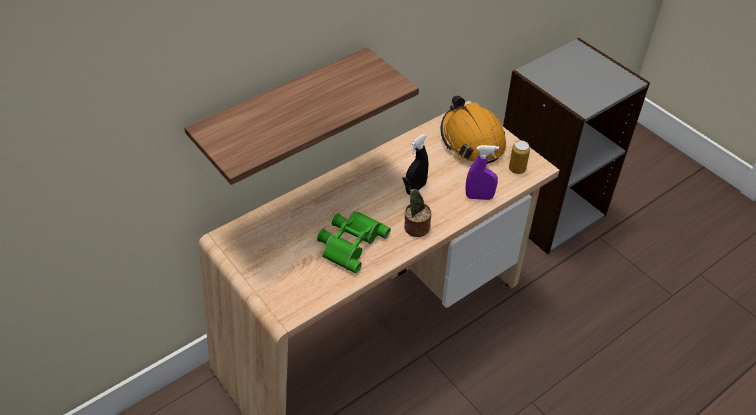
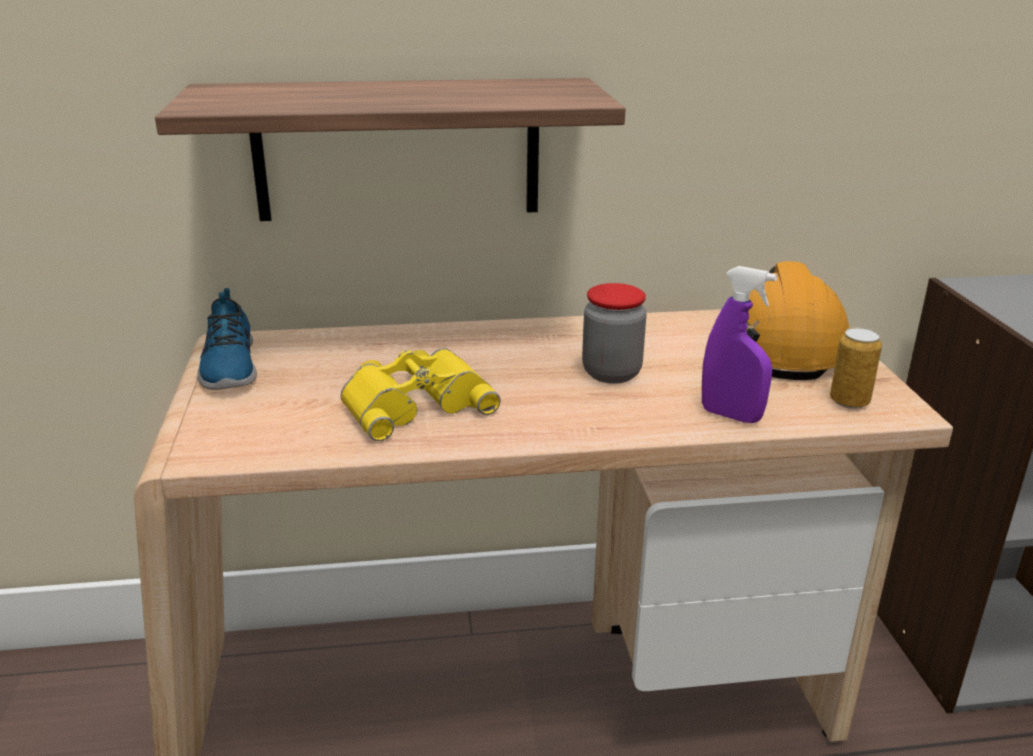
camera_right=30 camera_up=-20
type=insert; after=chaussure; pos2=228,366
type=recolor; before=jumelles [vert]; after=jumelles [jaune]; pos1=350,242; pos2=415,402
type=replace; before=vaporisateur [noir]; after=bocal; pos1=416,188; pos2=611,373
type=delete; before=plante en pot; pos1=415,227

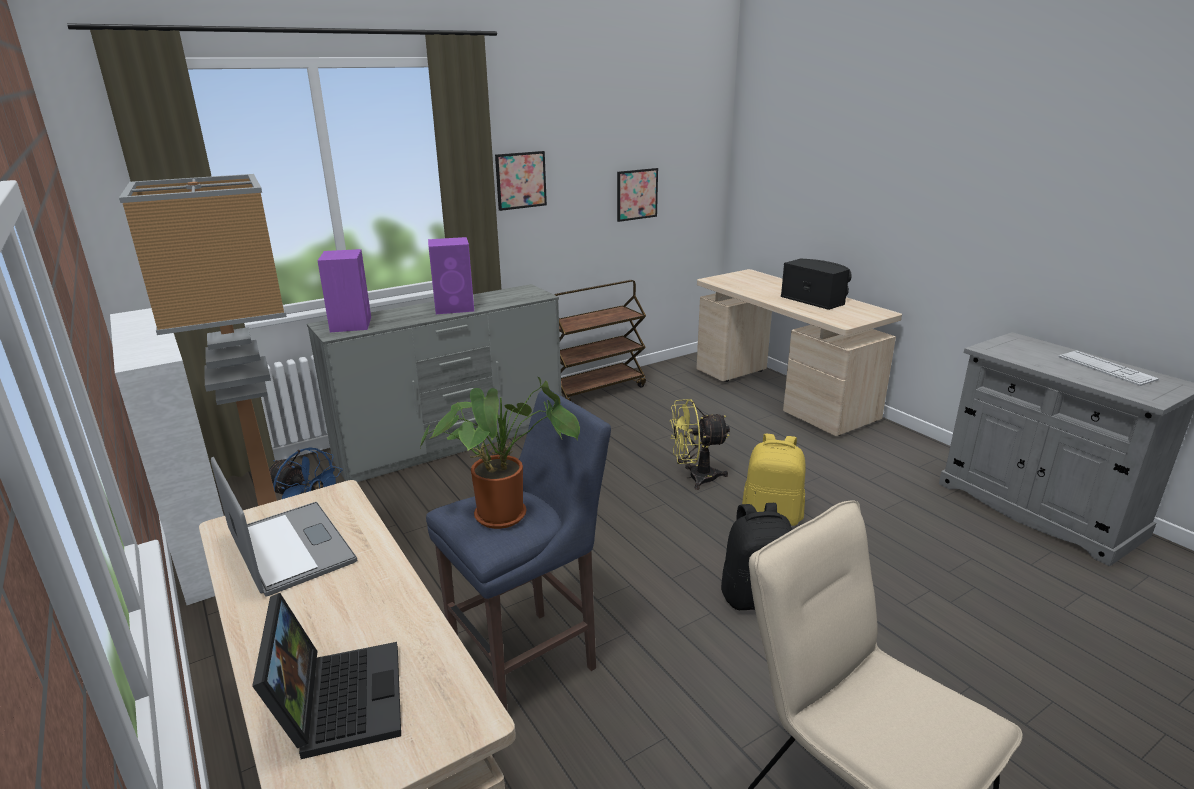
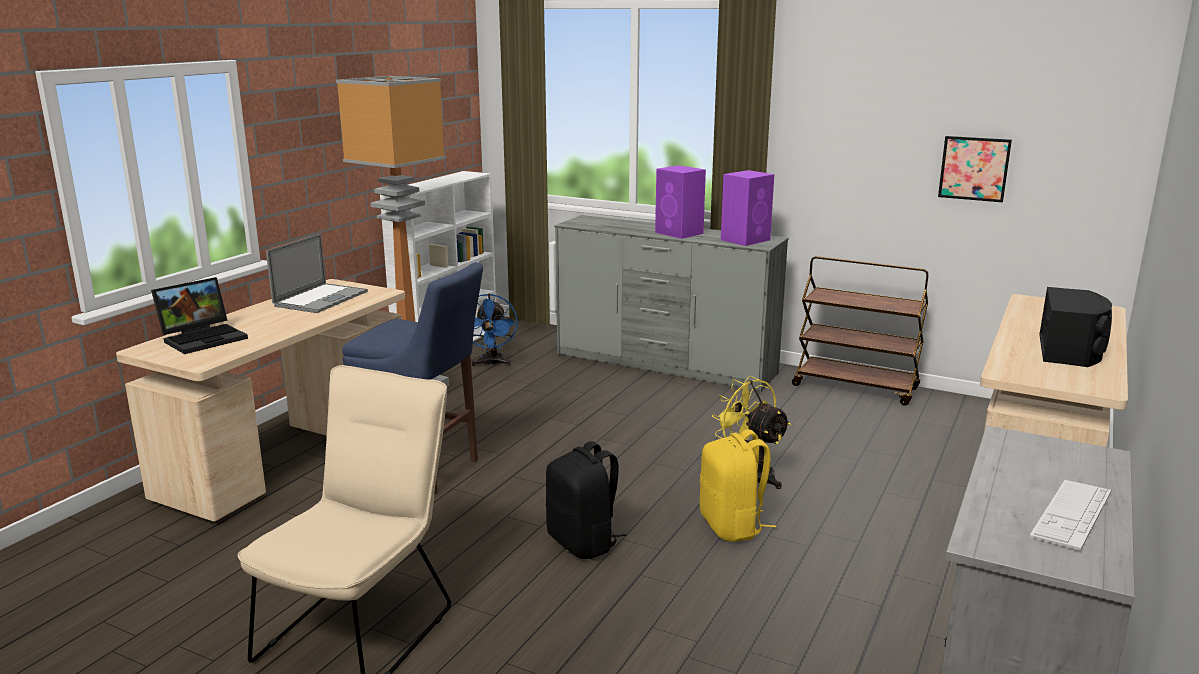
camera_right=60 camera_up=-5
type=move; before=enceinte [violet]; pos1=351,324; pos2=746,240
type=delete; before=plante en pot; pos1=506,514
type=delete; before=tableau; pos1=521,180

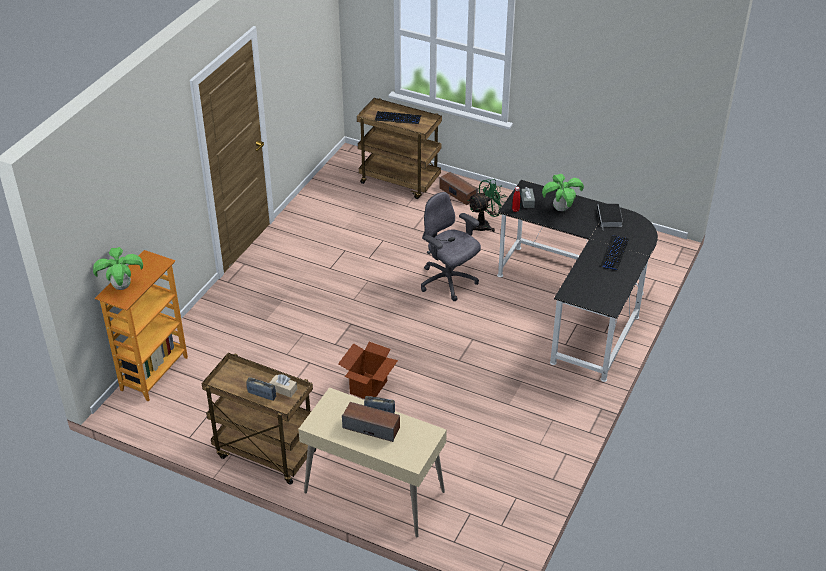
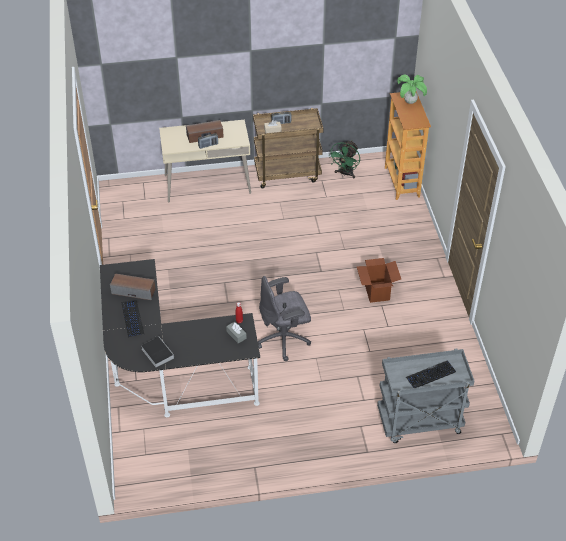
camera_right=145 camera_up=5
type=move; before=enceinte; pos1=457,194; pos2=133,291
type=rotate; before=chaise de bureau [gris]; pos1=448,282; pos2=284,339; turn=150
type=move; before=ventilateur [vert]; pos1=485,225; pos2=345,174
type=move; before=carton; pos1=368,387; pos2=377,292
type=recolor; before=chariot [marron]; after=chariot [gris]; pos1=400,181; pos2=419,423
type=delete; before=plante en pot; pos1=560,209

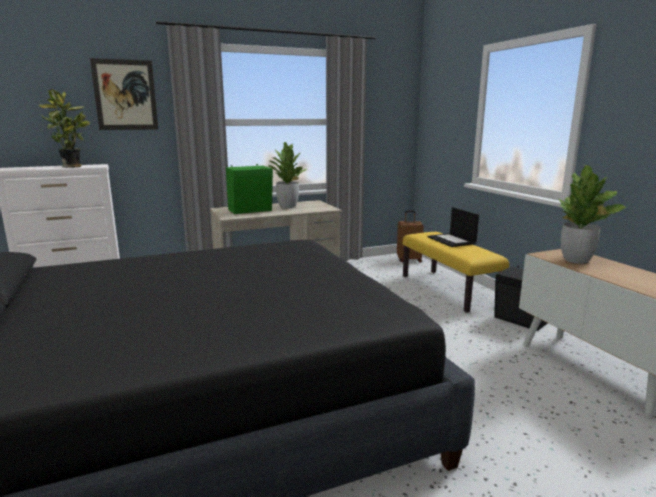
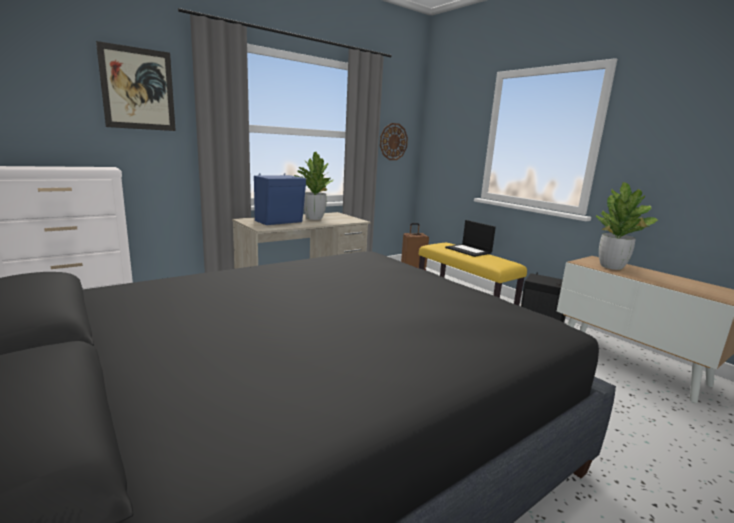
camera_right=-15 camera_up=0
type=recolor; before=enceinte [vert]; after=enceinte [bleu]; pos1=251,210; pos2=280,221
type=insert; after=horloge murale; pos2=393,141
type=delete; before=plante en pot; pos1=73,166

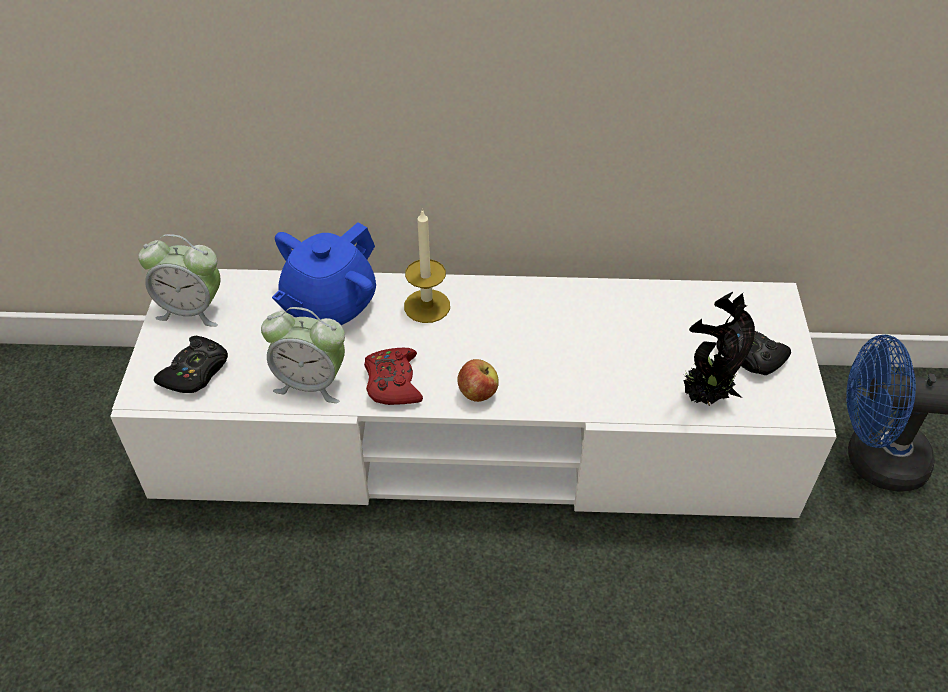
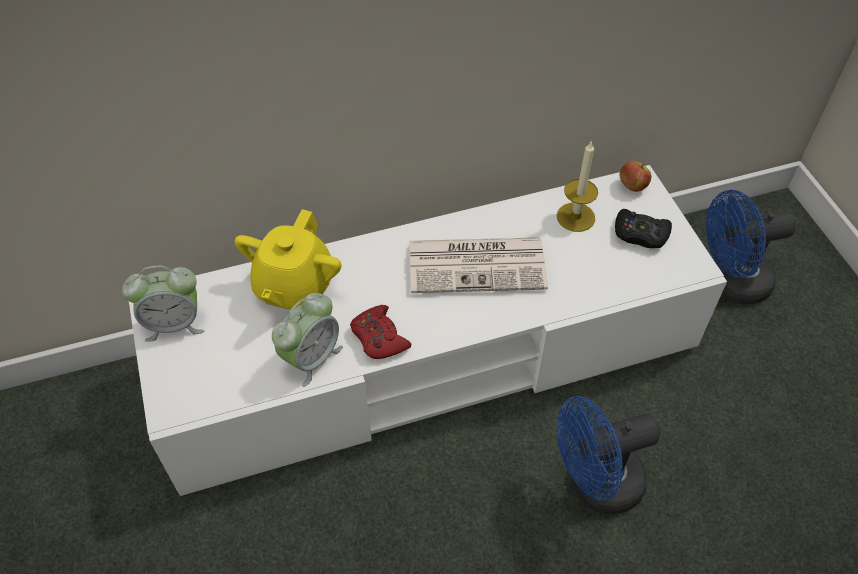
camera_right=-20 camera_up=5
type=recolor; before=théière [bleu]; after=théière [jaune]; pos1=329,307; pos2=294,287
type=rotate; before=réveil; pos1=311,383; pos2=311,358; turn=-45
type=insert; after=journal; pos2=478,264
type=move; before=bougie; pos1=427,306; pos2=575,217
type=insert; after=ventilateur [bleu]; pos2=595,485
type=move; before=pomme; pos1=477,393; pos2=632,186
type=delete; before=manette [noir]; pos1=196,372
type=delete; before=plante en pot; pos1=704,397

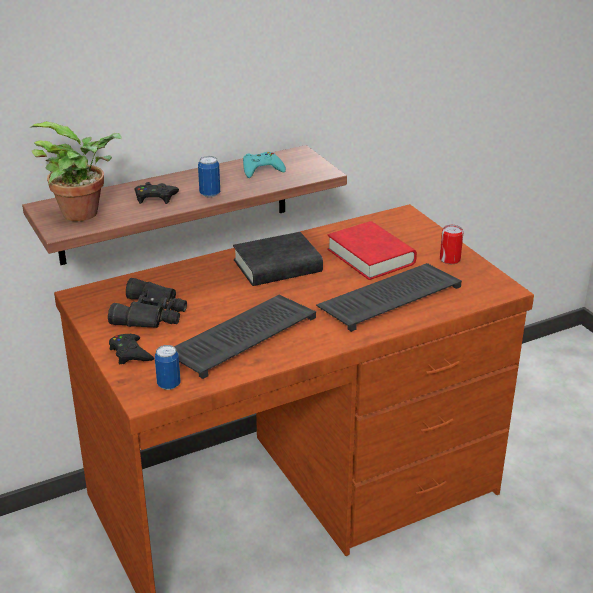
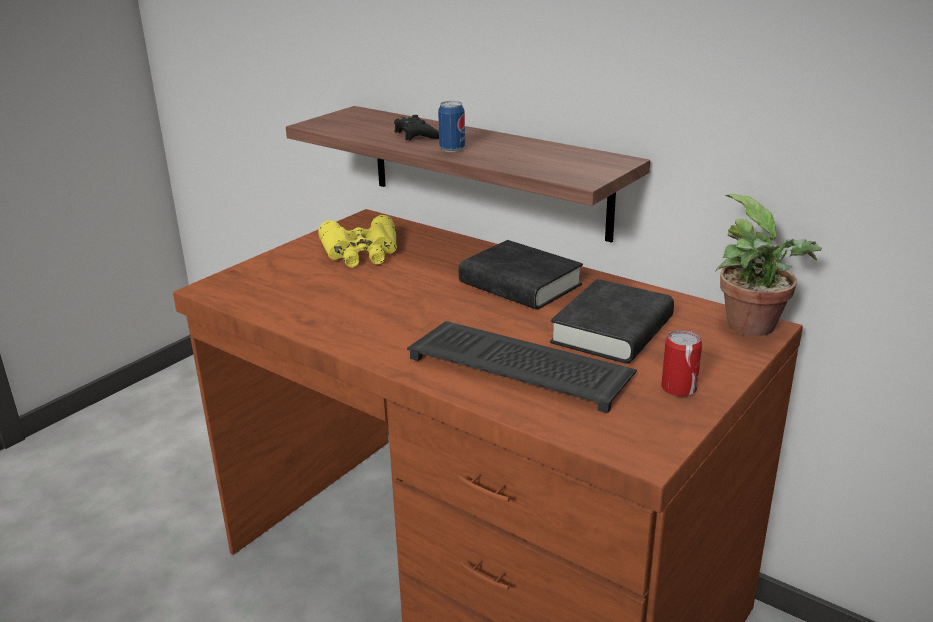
camera_right=65 camera_up=-5
type=recolor; before=jumelles [noir]; after=jumelles [jaune]; pos1=152,313; pos2=361,252
type=recolor; before=livre [rouge]; after=livre [noir]; pos1=371,256; pos2=612,331
type=move; before=plante en pot; pos1=85,213; pos2=756,328
type=delete; before=manette [noir]; pos1=130,353
type=delete; before=boîte métallique; pos1=169,384
type=delete; before=clavier; pos1=242,335
type=delete; before=manette [turquoise]; pos1=261,169

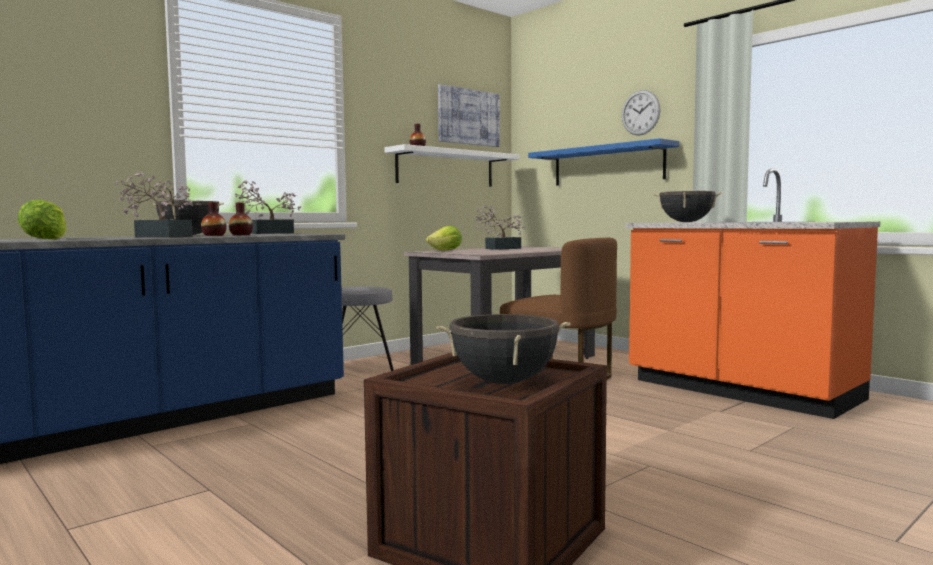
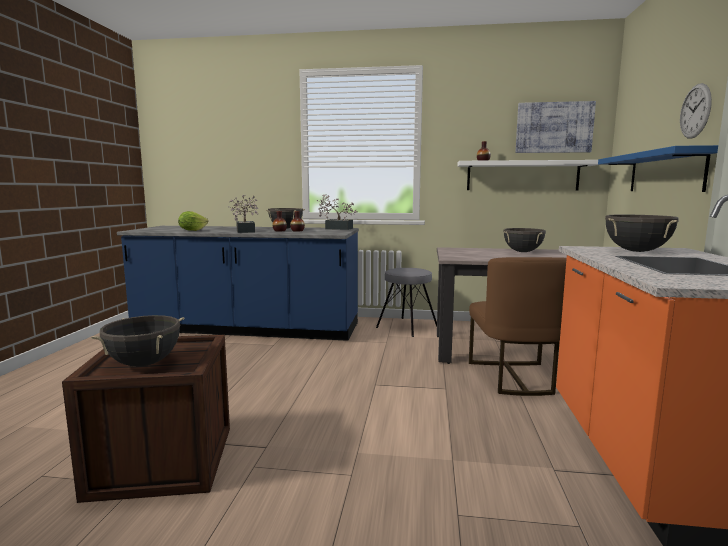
camera_right=50 camera_up=5
type=replace; before=plante en pot; after=marmite [noir]; pos1=499,248; pos2=523,252
type=delete; before=laitue; pos1=446,250

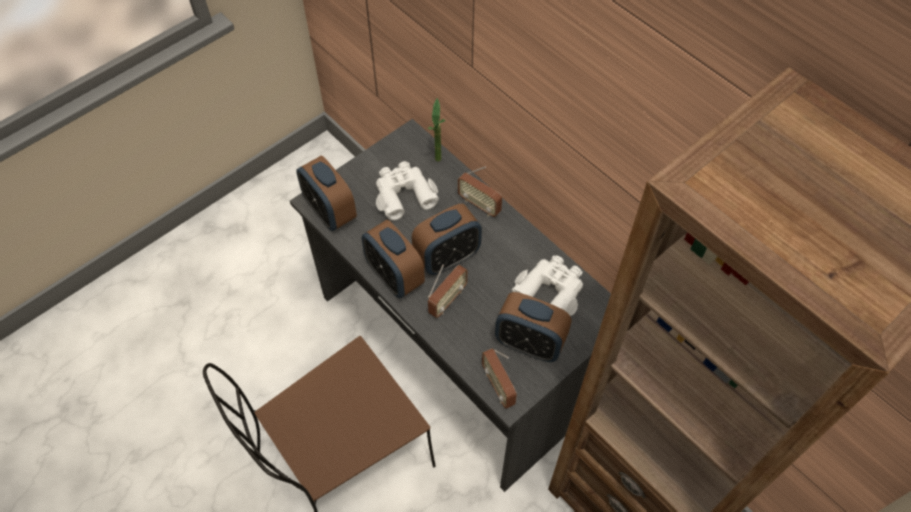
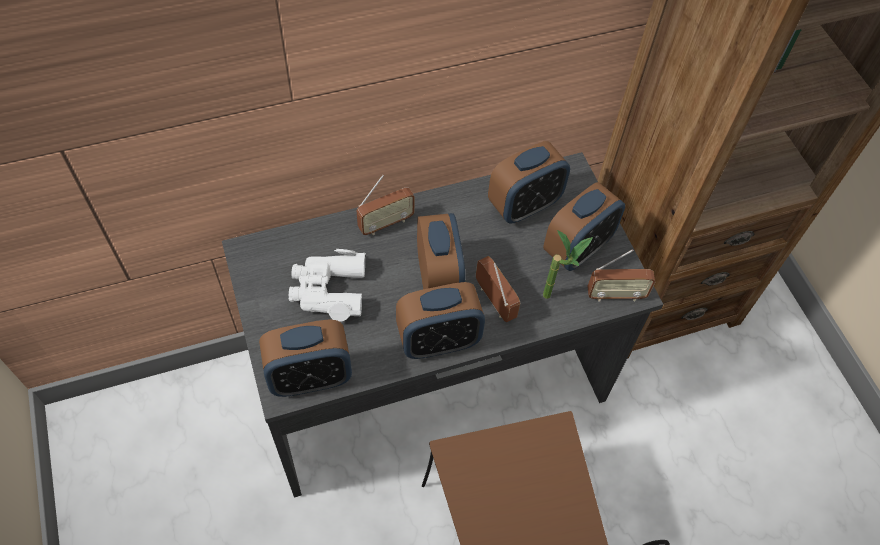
camera_right=-70 camera_up=0
type=replace; before=jumelles [blanc]; after=réveil; pos1=550,290; pos2=524,205
type=move; before=plante en pot; pos1=439,164; pos2=555,297

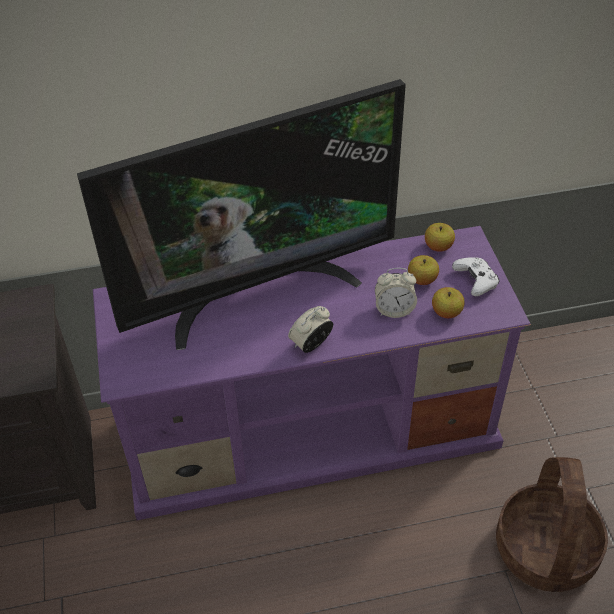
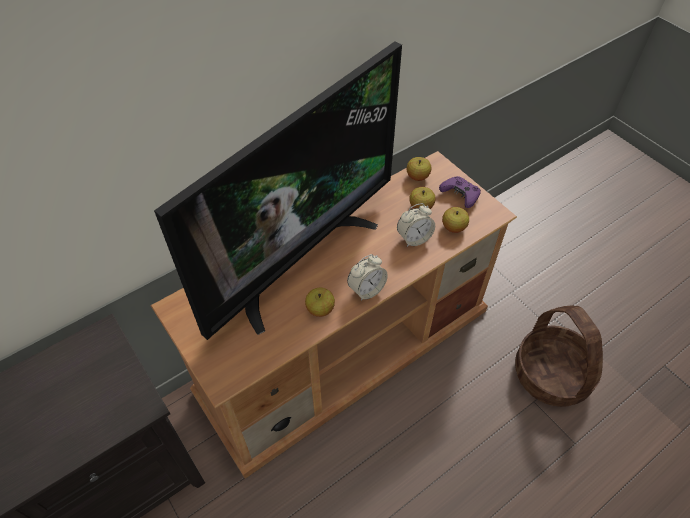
camera_right=-25 camera_up=5
type=recolor; before=meuble télé [violet]; after=meuble télé [marron]; pos1=312,428; pos2=346,347
type=insert; after=pomme; pos2=320,309
type=rotate; before=réveil; pos1=311,344; pos2=366,289; turn=-150
type=recolor; before=manette [blanc]; after=manette [violet]; pos1=475,281; pos2=460,195

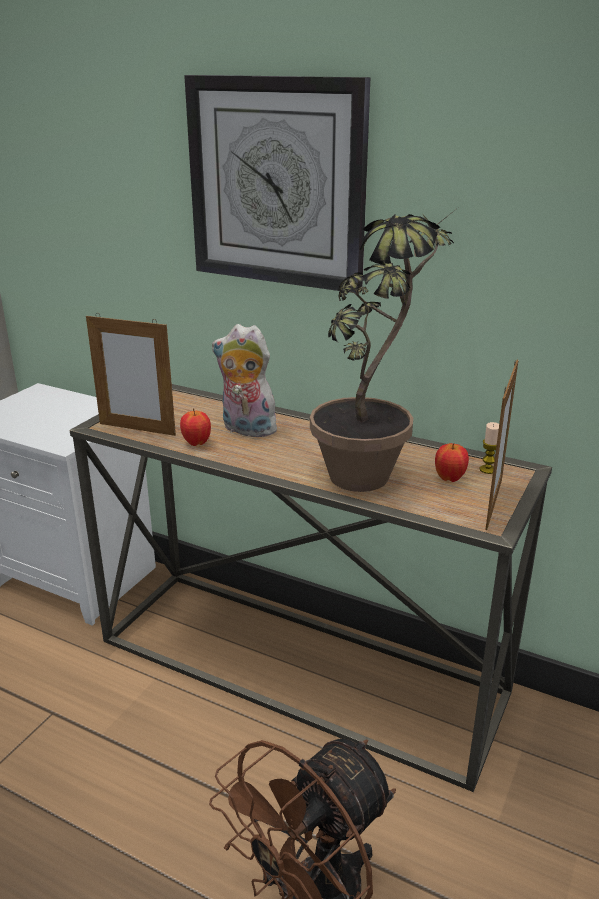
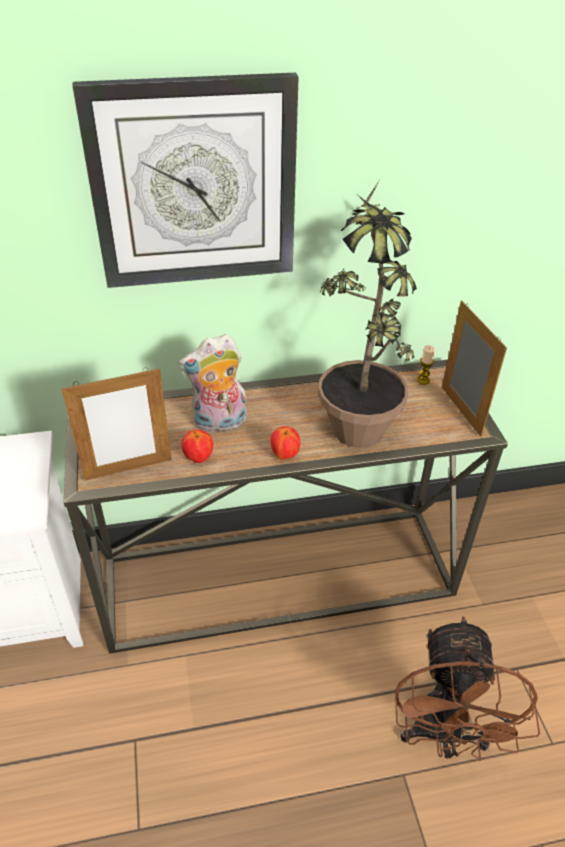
camera_right=-40 camera_up=15
type=move; before=pomme; pos1=449,478; pos2=284,455

